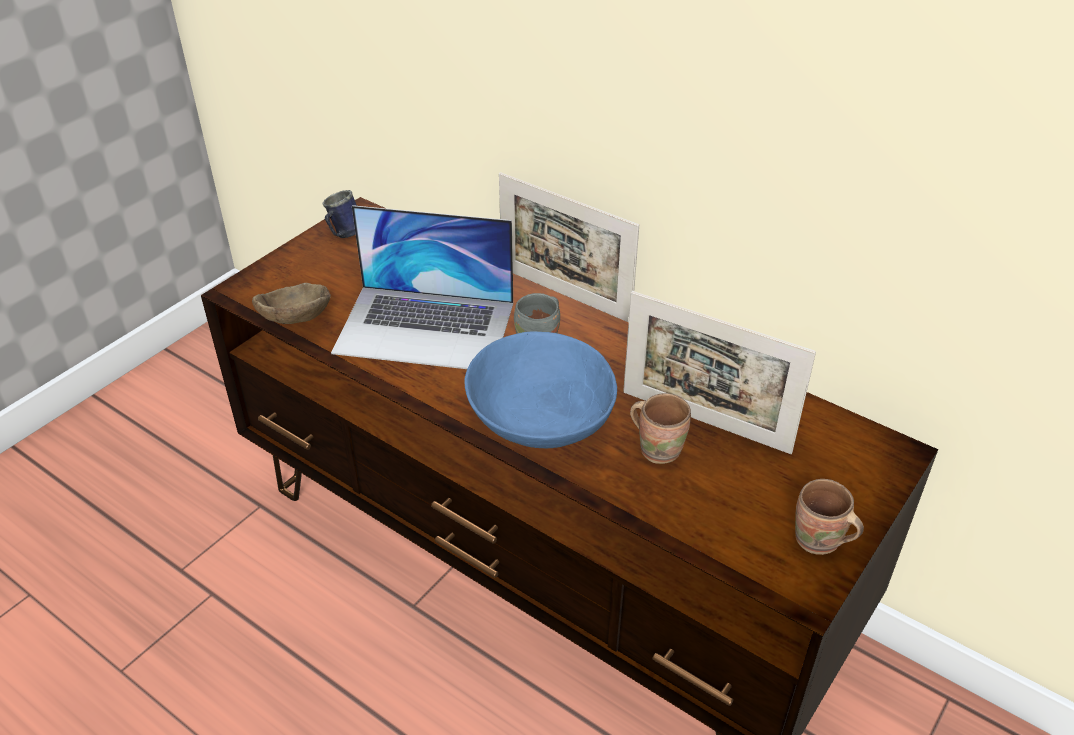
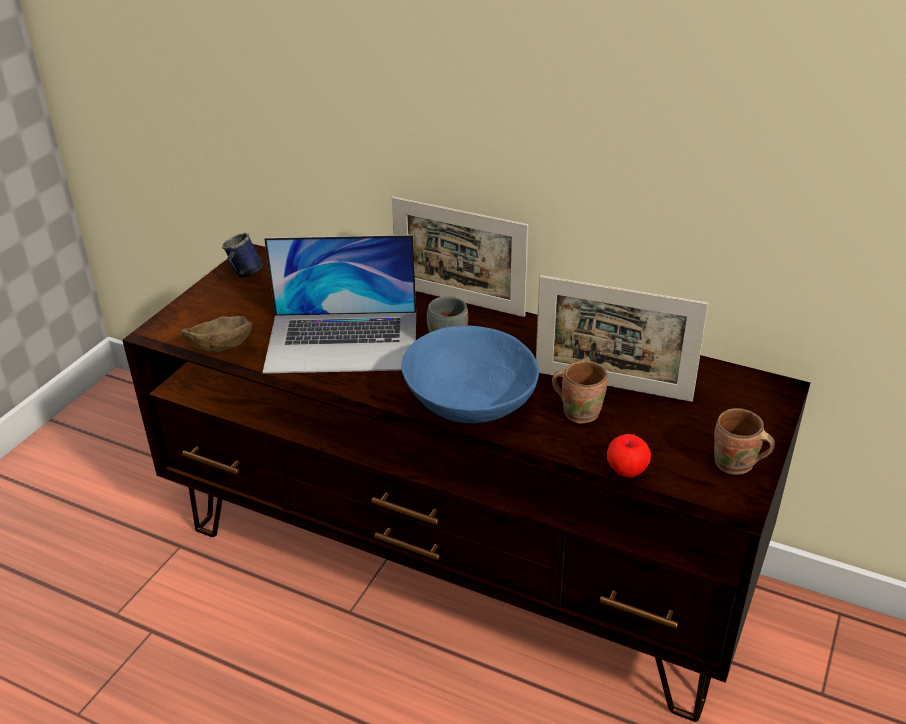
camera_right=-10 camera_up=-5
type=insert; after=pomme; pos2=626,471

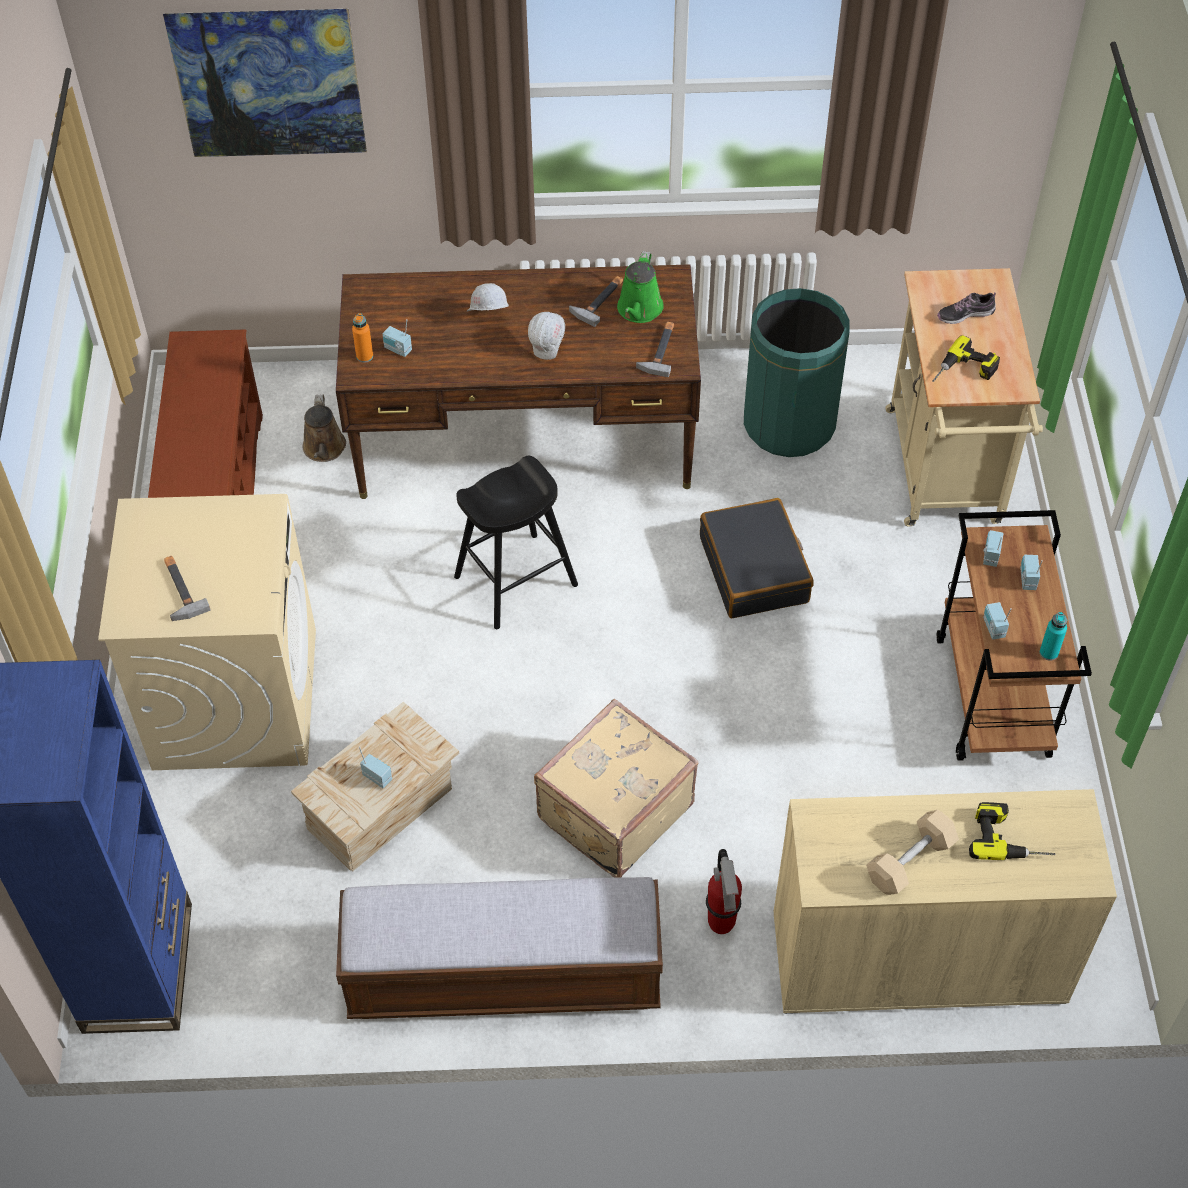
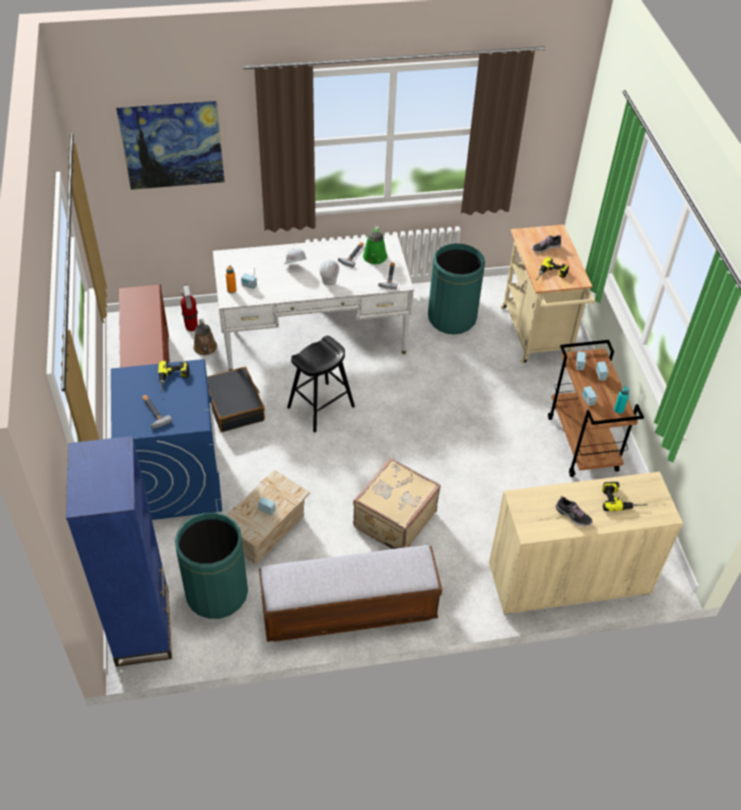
camera_right=-10 camera_up=-5
type=recolor; before=lave-linge [beige]; after=lave-linge [bleu]; pos1=235,698; pos2=176,480
type=insert; after=perceuse; pos2=173,379
type=insert; after=poubelle [vert]; pos2=216,593
type=move; before=extincteur; pos1=721,924; pos2=191,327
type=move; before=valise [noir]; pos1=754,570; pos2=235,406
type=recolor; before=bureau [marron]; after=bureau [blanc]; pos1=524,439; pos2=313,335
type=replace; before=haltère [beige]; after=chaussure; pos1=910,861; pos2=573,515

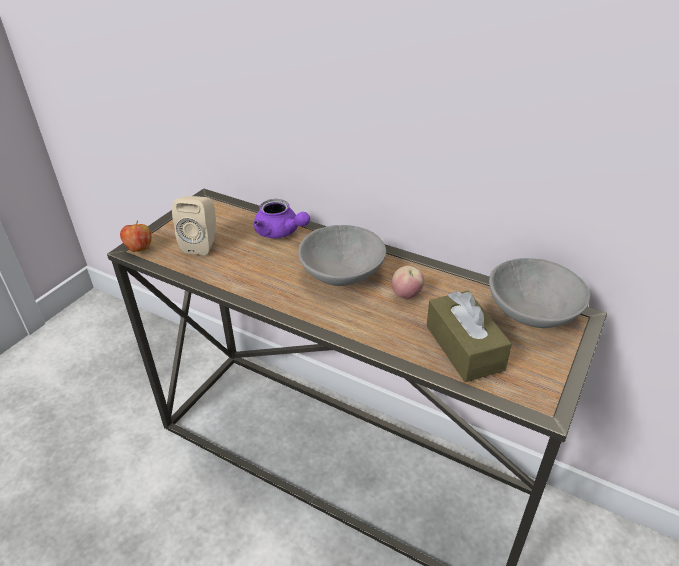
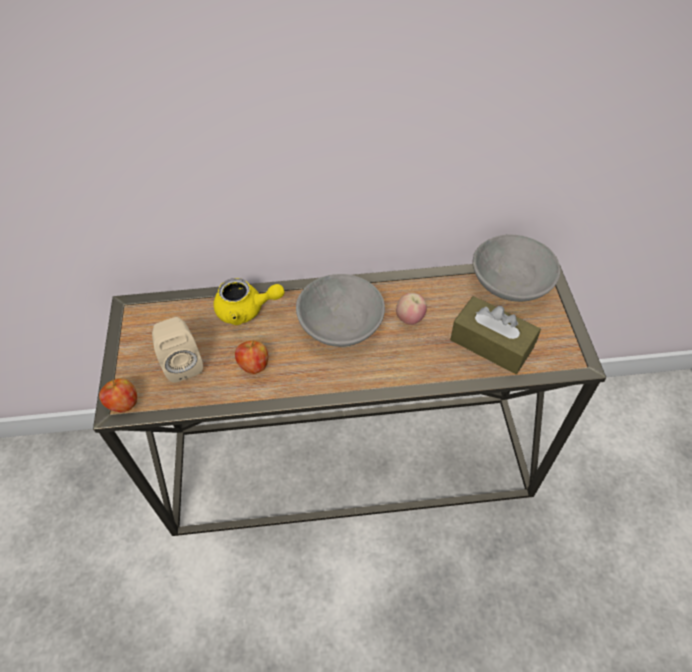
camera_right=-35 camera_up=15
type=recolor; before=théière [violet]; after=théière [jaune]; pos1=280,232; pos2=246,310
type=insert; after=pomme; pos2=254,365

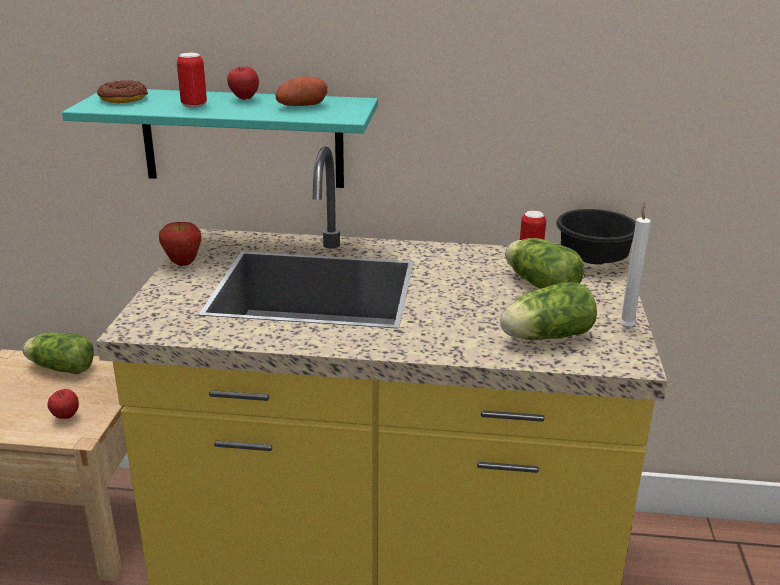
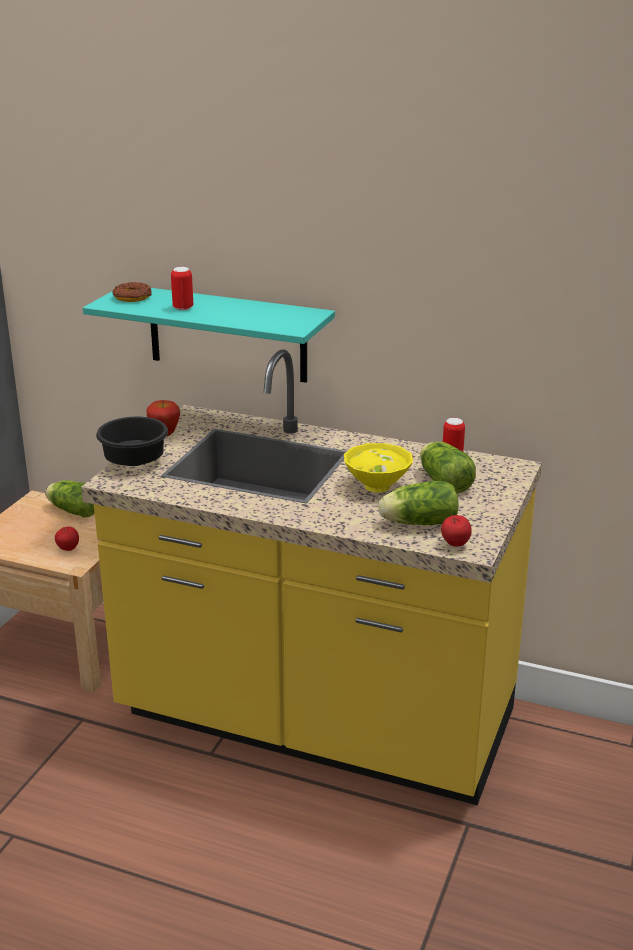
camera_right=15 camera_up=0
type=move; before=bol [noir]; pos1=590,260; pos2=132,461
type=insert; after=bol [jaune]; pos2=378,485
type=move; before=pomme; pos1=244,99; pos2=454,545
type=delete; before=pomme de terre; pos1=302,106
type=delete; before=bougie [blanc]; pos1=626,327

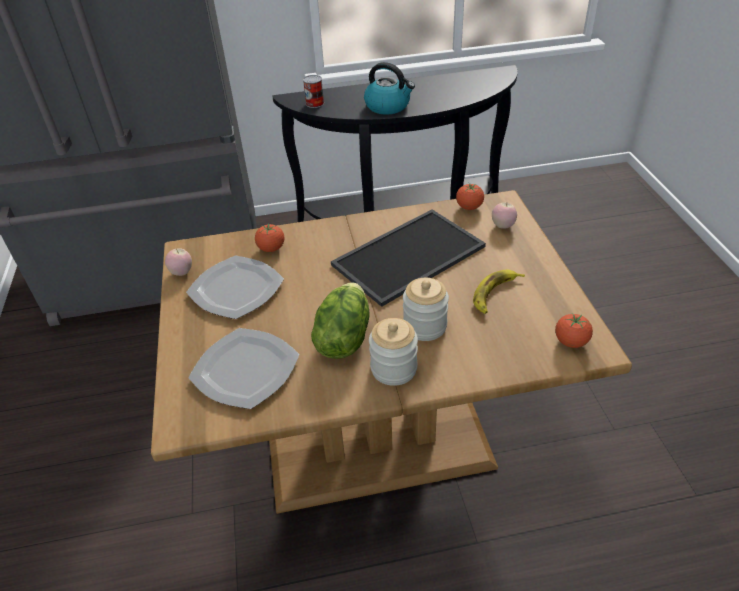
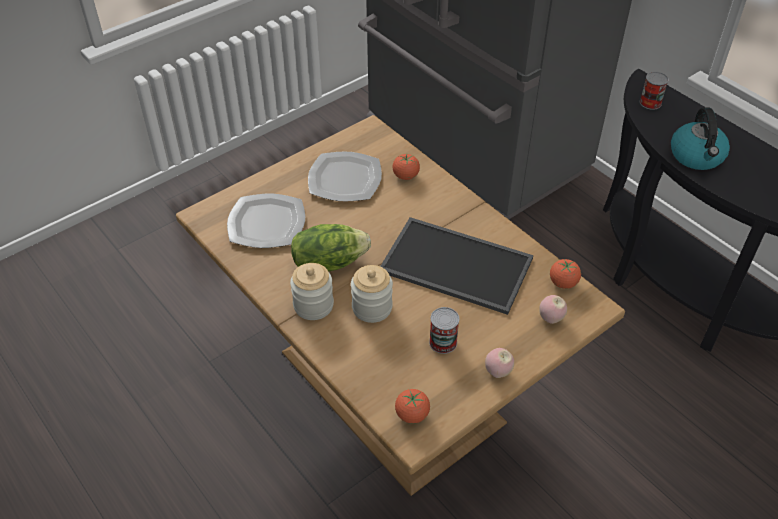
camera_right=60 camera_up=5
type=replace; before=banane; after=boîte métallique; pos1=495,294; pos2=443,342
type=move; before=pomme; pos1=182,272; pos2=498,372

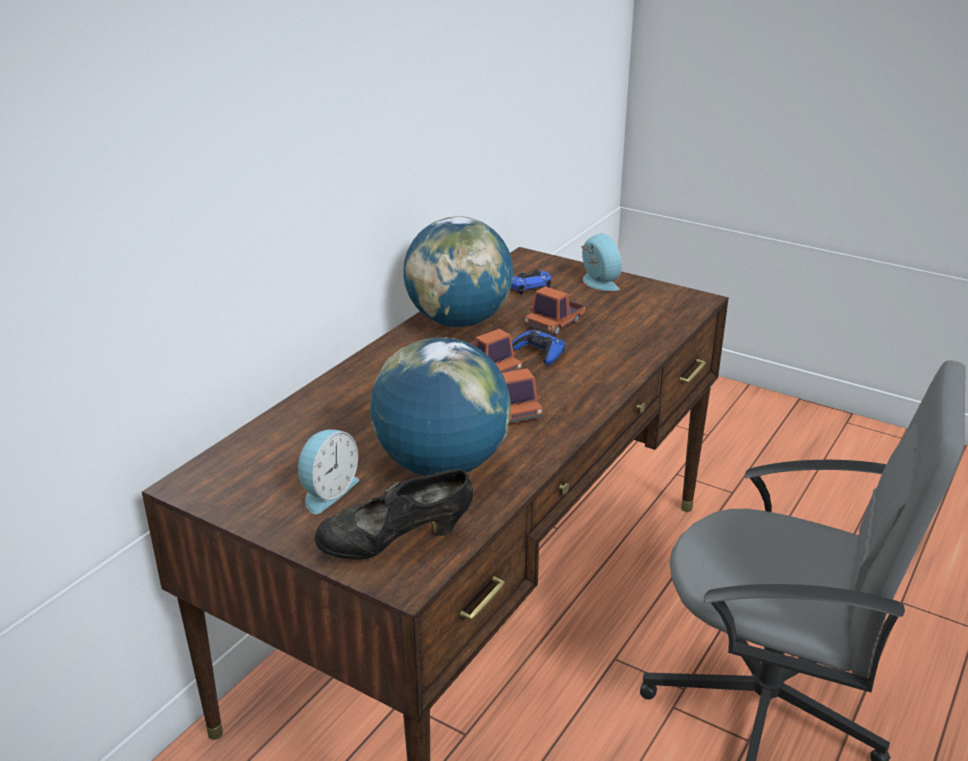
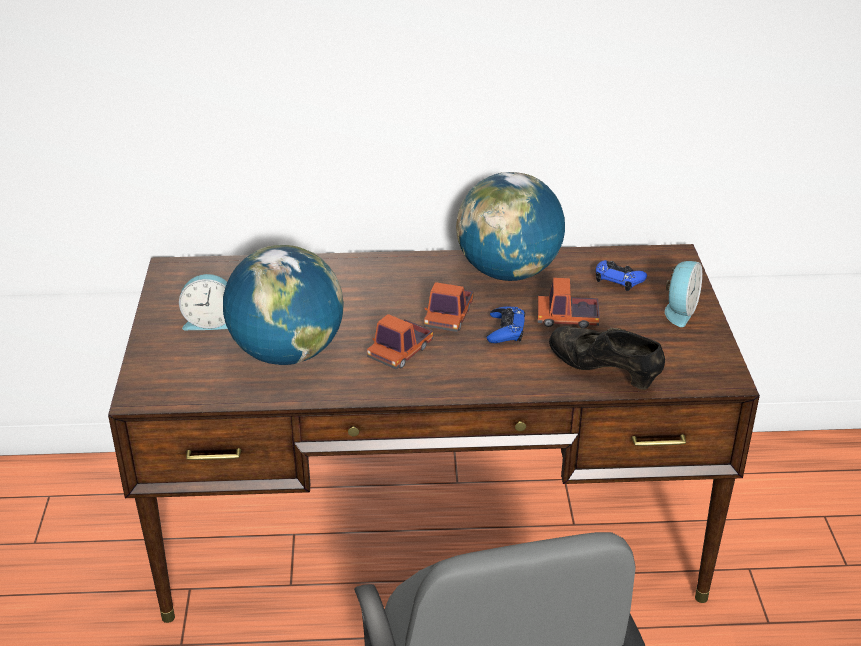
camera_right=55 camera_up=5
type=move; before=chaussure [noir]; pos1=395,543; pos2=604,372

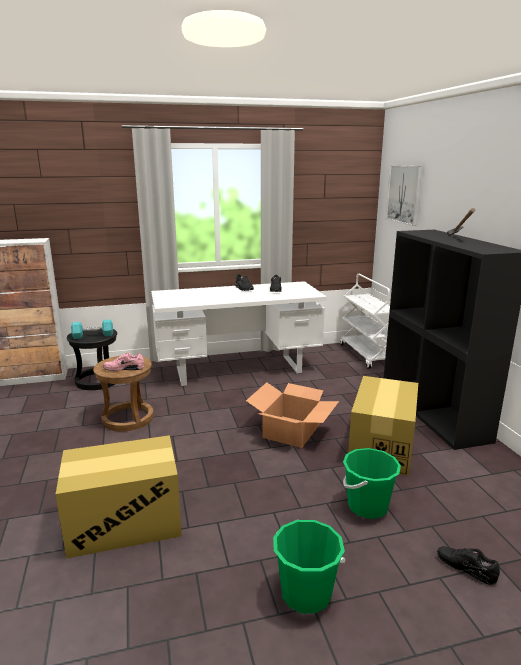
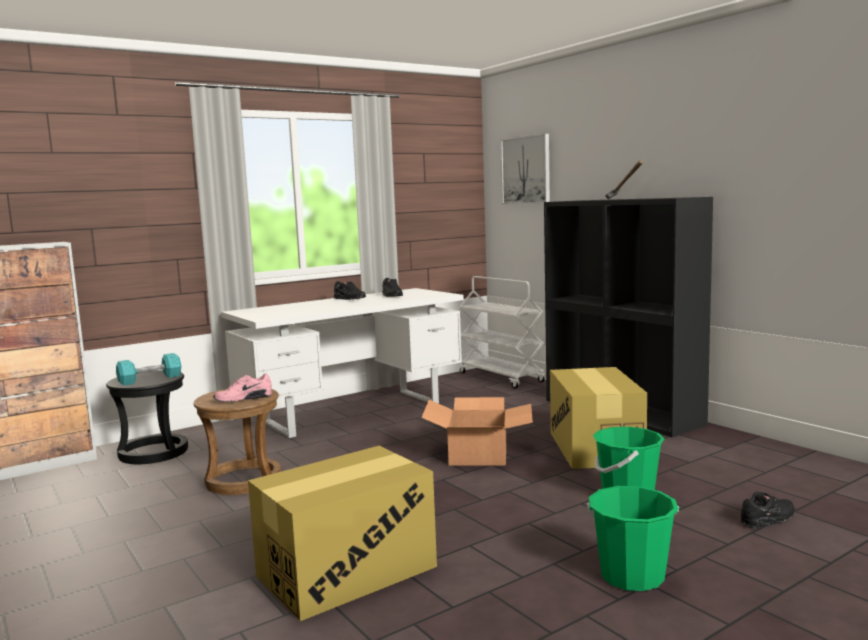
camera_right=-20 camera_up=-10
type=rotate; before=chaussure [noir]; pos1=466,568; pos2=769,519; turn=135

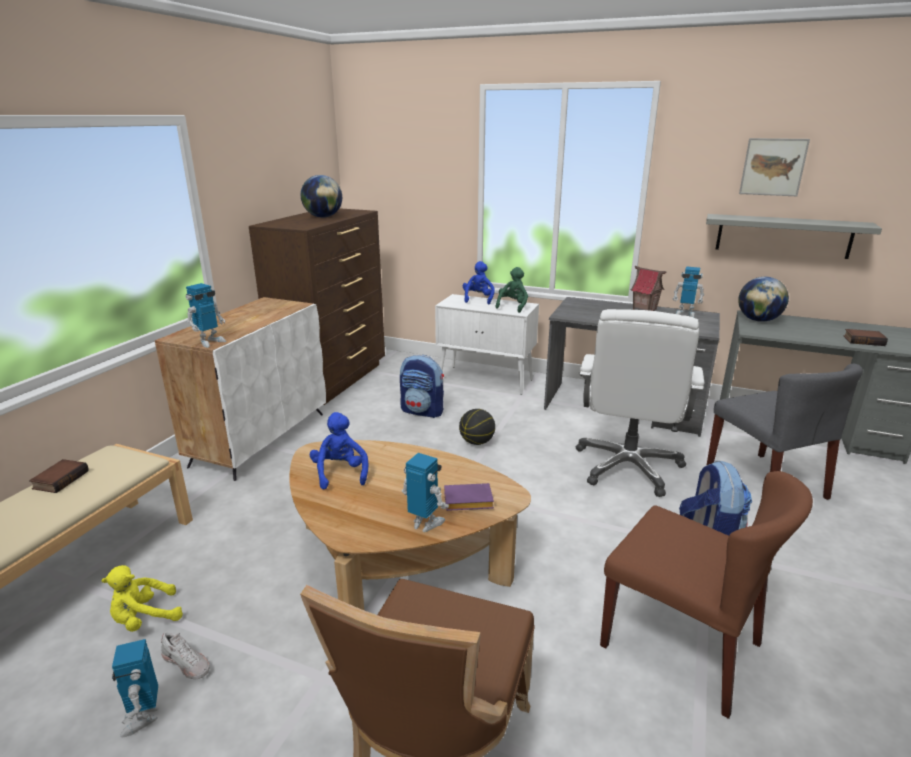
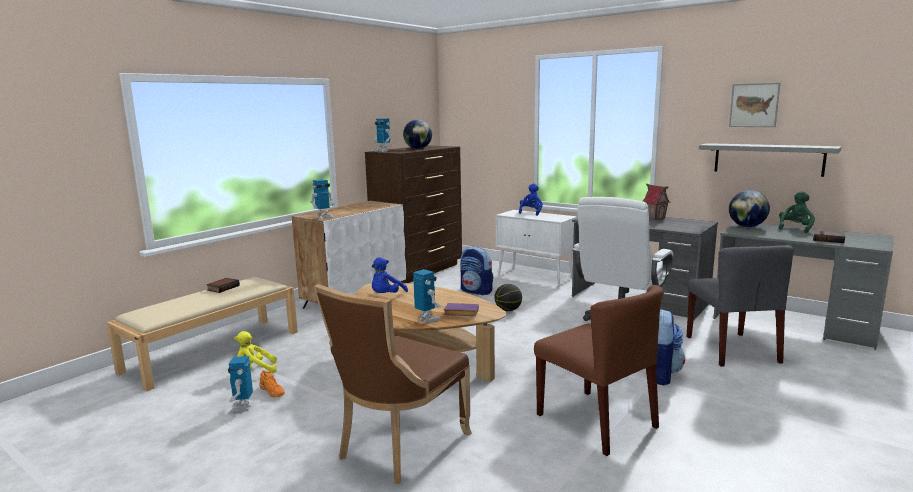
camera_right=15 camera_up=-10
type=recolor; before=chaussure [blanc]; after=chaussure [orange]; pos1=187,663; pos2=272,391
type=rotate; before=peluche [bleu]; pos1=340,473; pos2=386,296; turn=-150
type=move; before=robot jouet; pos1=685,313; pos2=383,151
type=move; before=peluche [vert]; pos1=512,306; pos2=795,228

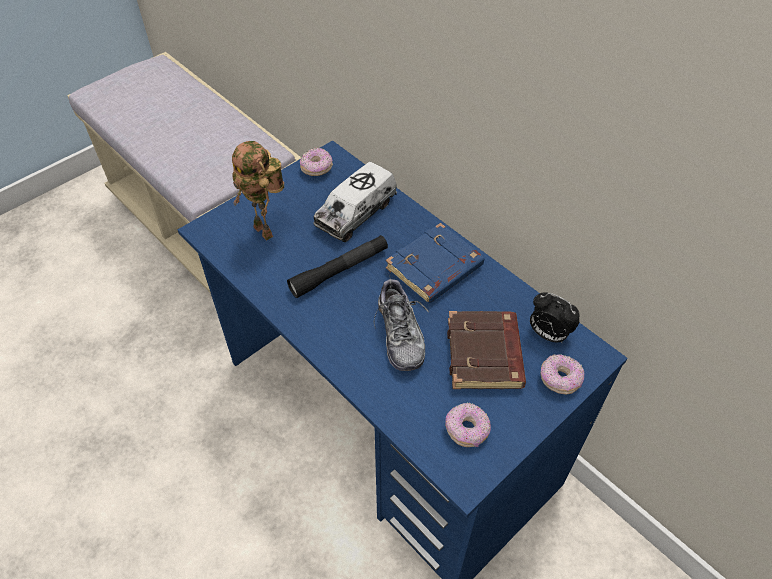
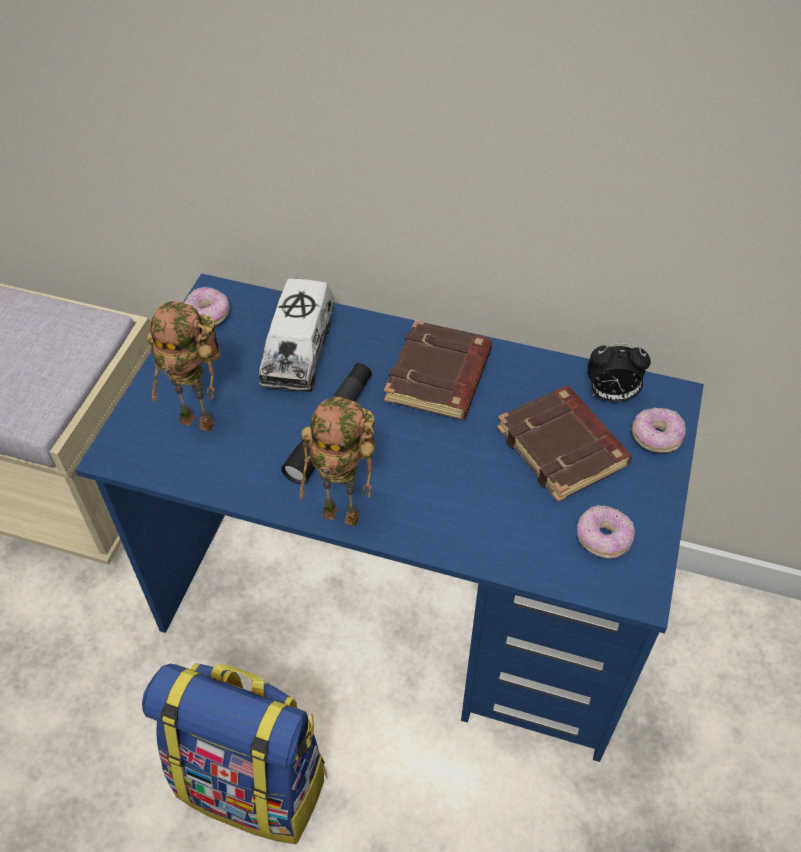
camera_right=-30 camera_up=0
type=insert; after=sac à dos; pos2=254,781
type=insert; after=robot jouet; pos2=345,513
type=recolor; before=livre [bleu]; after=livre [marron]; pos1=434,269; pos2=439,378
type=delete; before=chaussure; pos1=400,334

